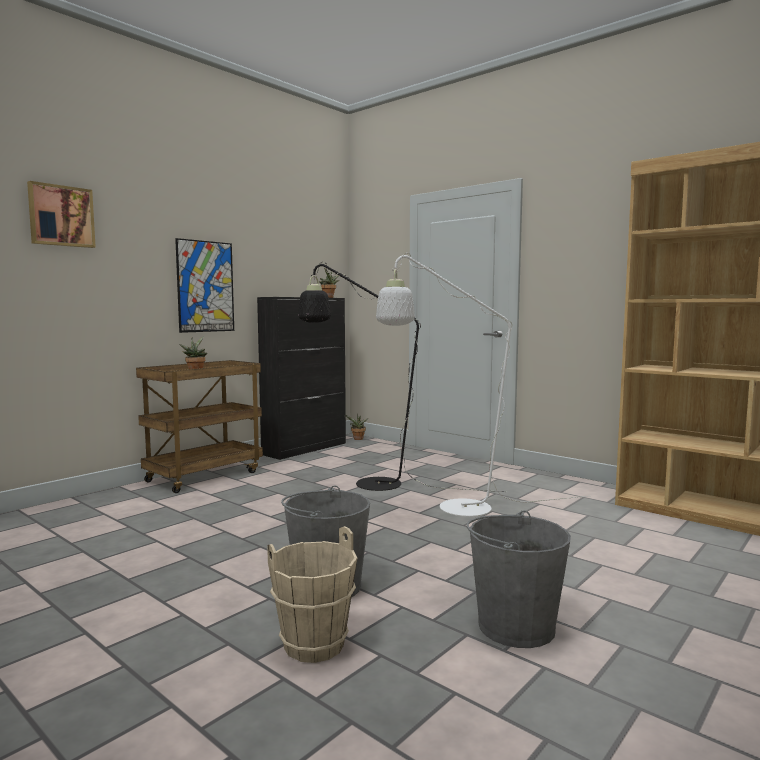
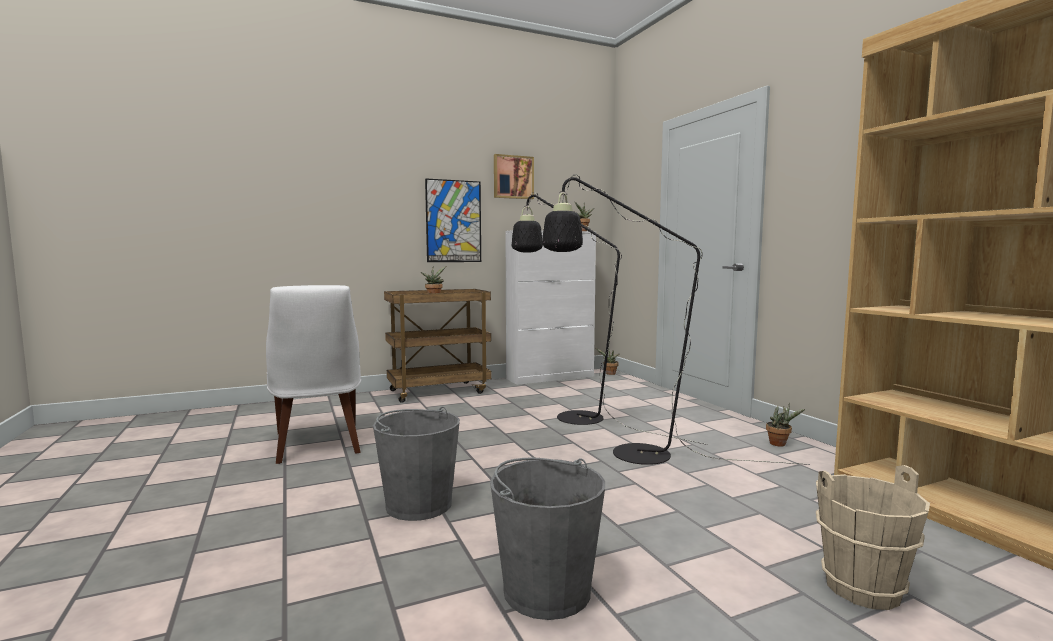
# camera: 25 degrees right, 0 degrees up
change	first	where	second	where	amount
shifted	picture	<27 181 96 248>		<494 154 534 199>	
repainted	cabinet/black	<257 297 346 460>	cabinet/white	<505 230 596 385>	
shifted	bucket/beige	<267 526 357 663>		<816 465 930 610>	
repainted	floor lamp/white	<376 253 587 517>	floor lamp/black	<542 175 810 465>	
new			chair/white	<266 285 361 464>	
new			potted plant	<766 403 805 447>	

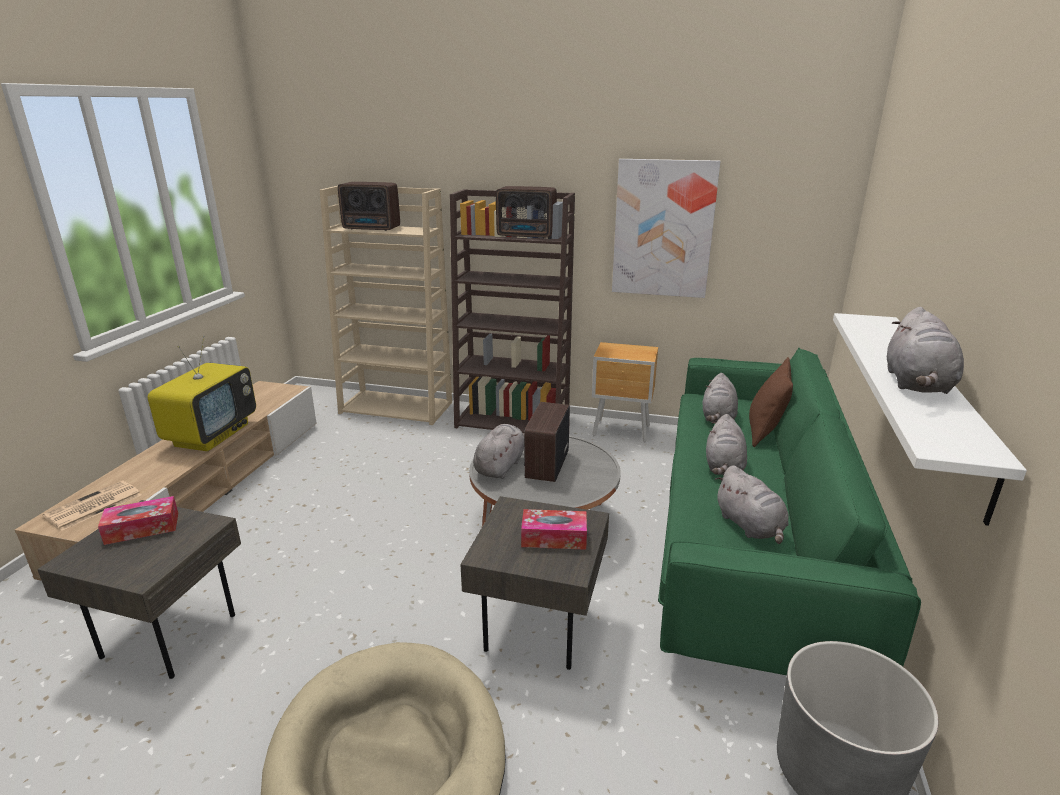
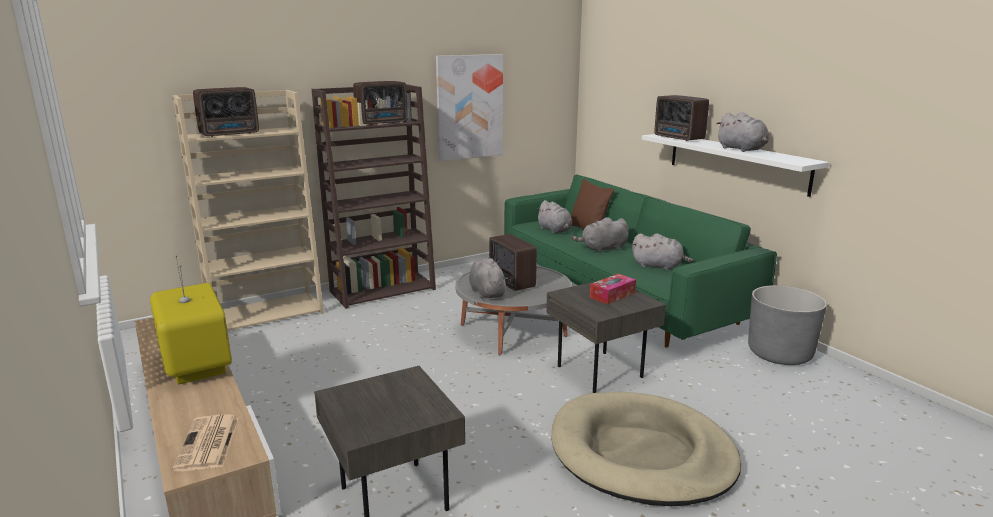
# camera: 45 degrees left, 5 degrees down
change	first	where	second	where	amount
gone	tissue box	<98 496 178 545>			
gone	nightstand/brown	<592 342 658 442>			
rotated	plush toy/grey	<706 414 747 475>		<571 217 629 253>	105 degrees clockwise
new			radio	<655 95 709 141>	

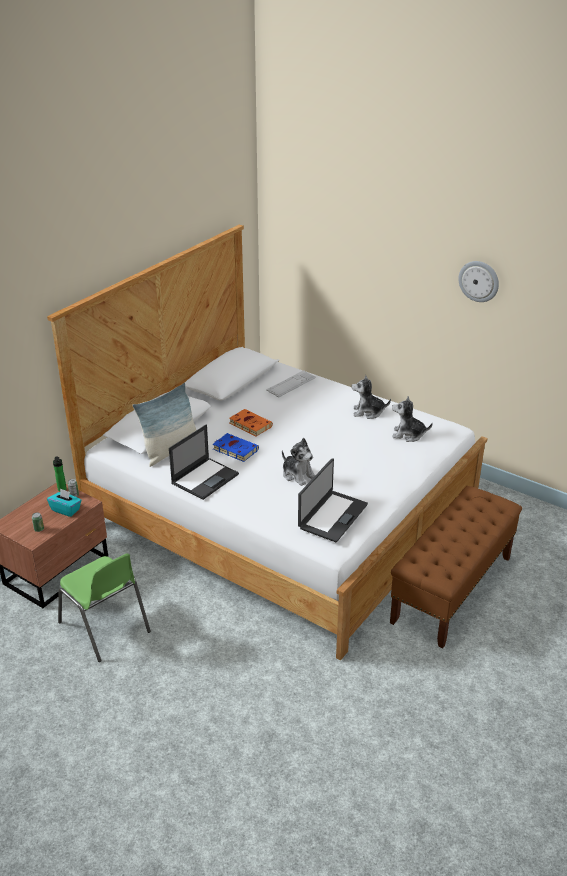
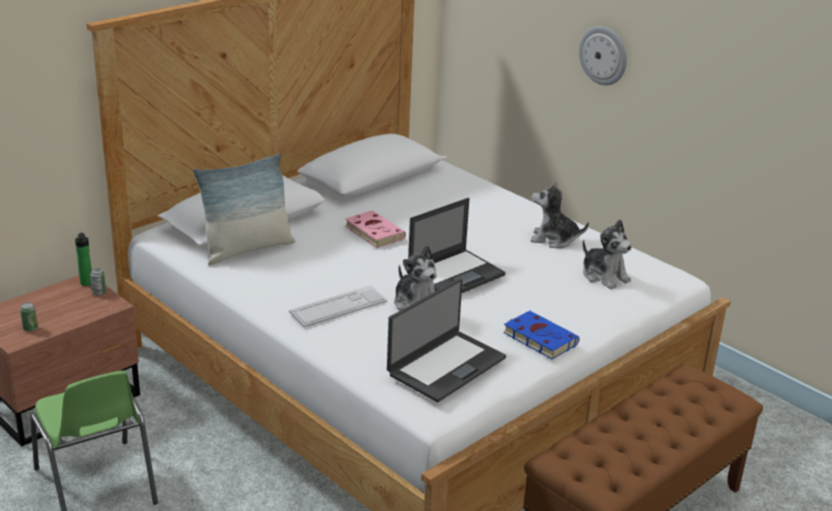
# camera: 10 degrees right, 5 degrees down
change	first	where	second	where	amount
gone	tissue box/turquoise	<47 488 82 517>			
shifted	laptop	<169 424 239 500>		<407 198 506 293>	
shifted	book/blue	<213 433 259 462>		<503 311 579 359>	
repainted	book/orange	<229 409 273 436>	book/pink	<345 210 406 248>	
shifted	keyboard	<266 370 316 397>		<289 285 387 327>	
rotated	plush toy	<392 396 433 442>		<582 220 632 289>	150 degrees counterclockwise
shifted	wall clock	<458 261 499 302>		<579 26 627 85>	

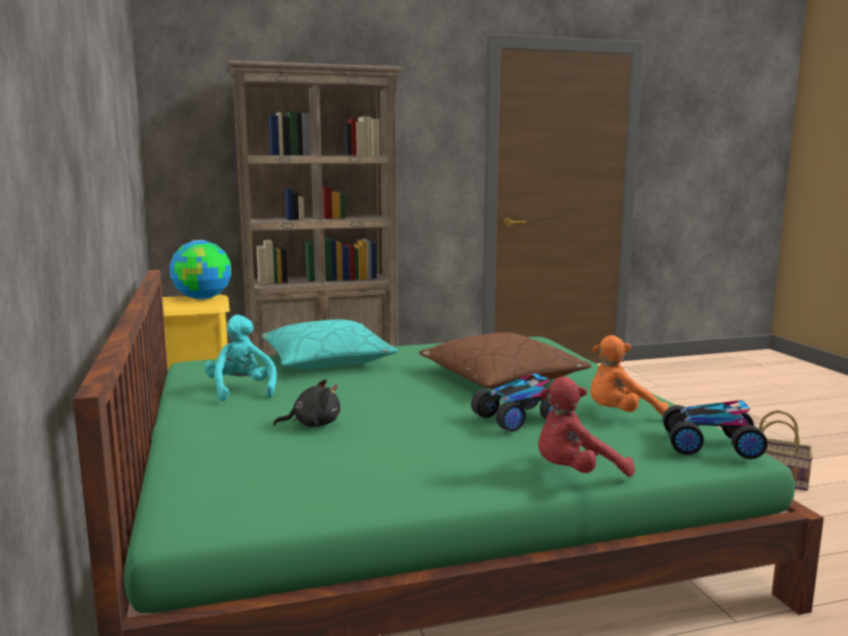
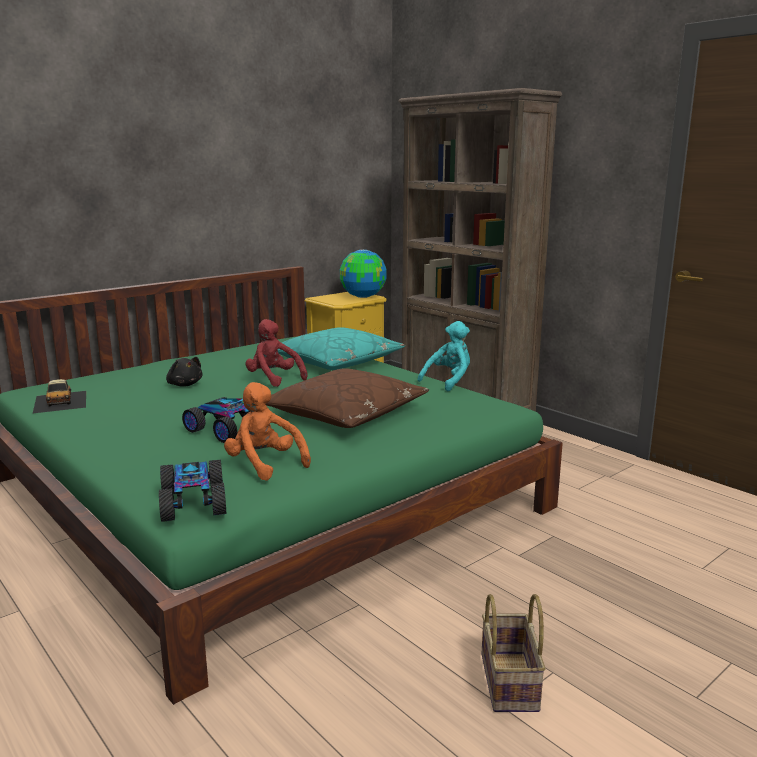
# camera: 65 degrees right, 5 degrees up
change	first	where	second	where	amount
shifted	plush toy/turquoise	<204 315 277 401>		<417 321 470 391>	
shifted	plush toy/red	<538 377 635 477>		<245 319 308 387>	
new			toy car	<33 379 86 413>	

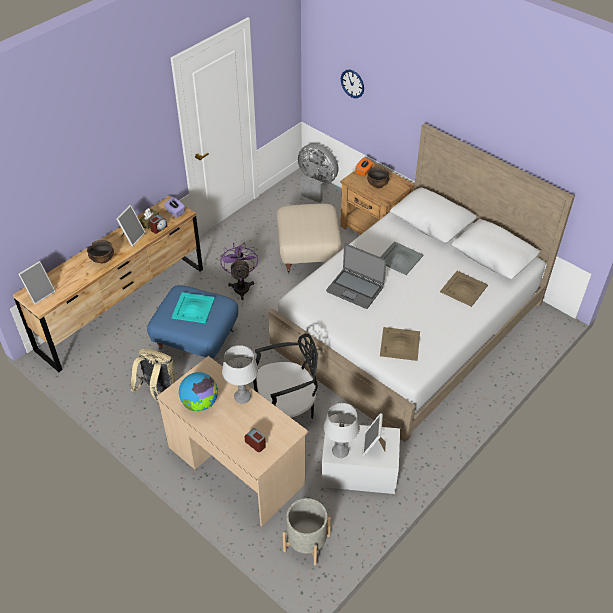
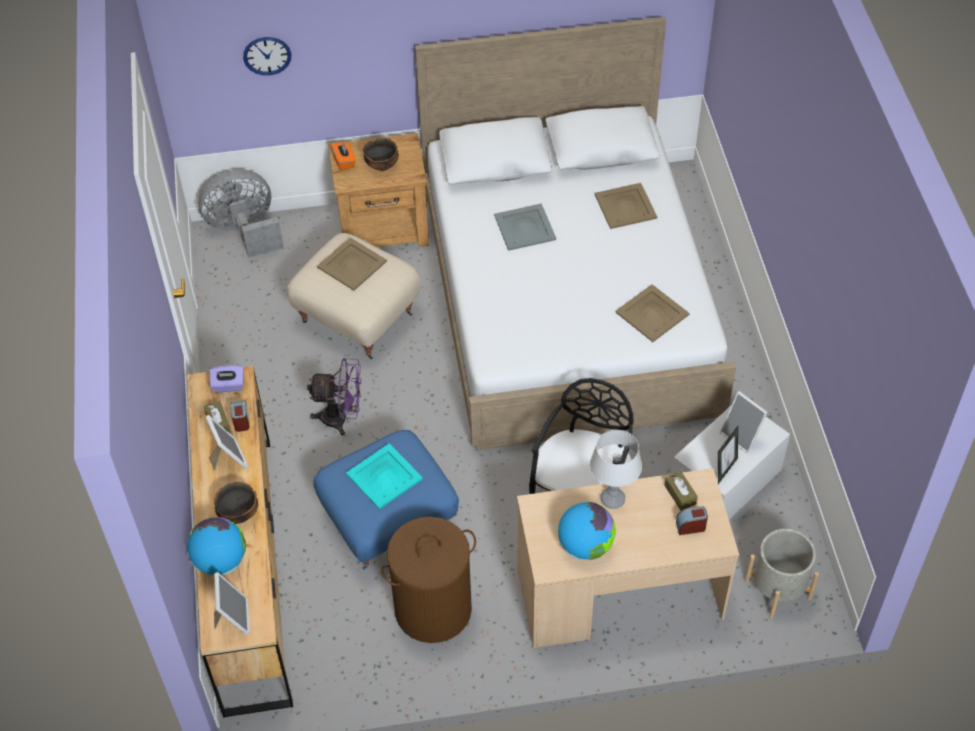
# camera: 50 degrees left, 5 degrees up
change	first	where	second	where	amount
swapped	backpack/beige	<131 349 176 403>	laundry basket/brown	<381 517 476 643>	
rotated	fan/purple	<220 242 258 300>		<307 358 362 436>	150 degrees clockwise
swapped	table lamp/grey	<324 403 360 458>	picture frame	<718 426 738 484>	
gone	laptop	<326 243 387 309>			
new			globe	<187 517 246 576>	
new			tray/beige	<317 237 387 291>	
new			tissue box/brown	<664 471 698 511>	

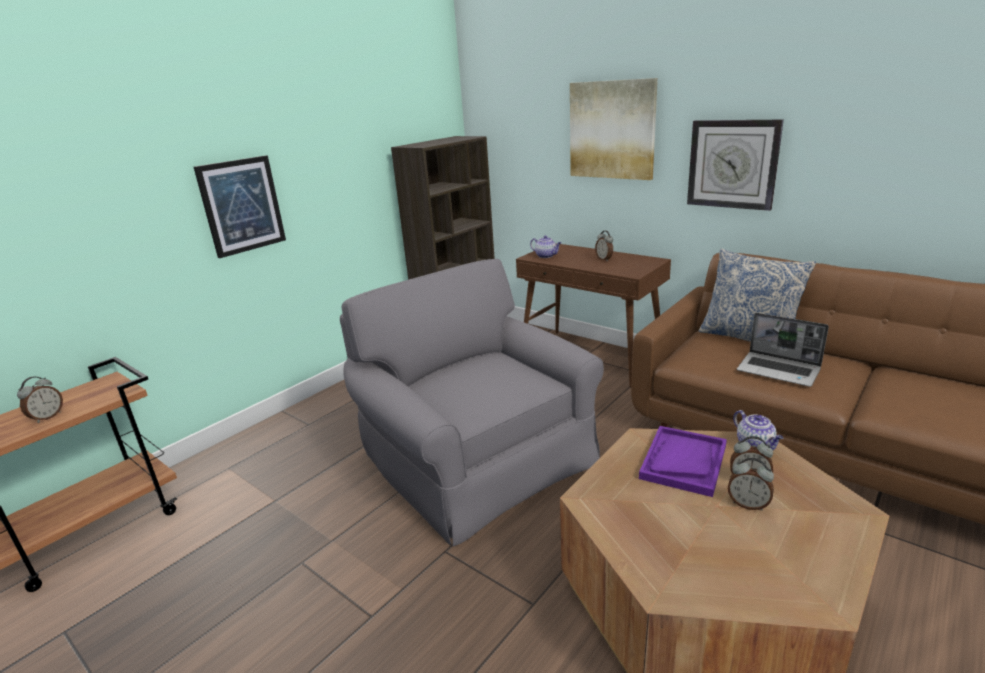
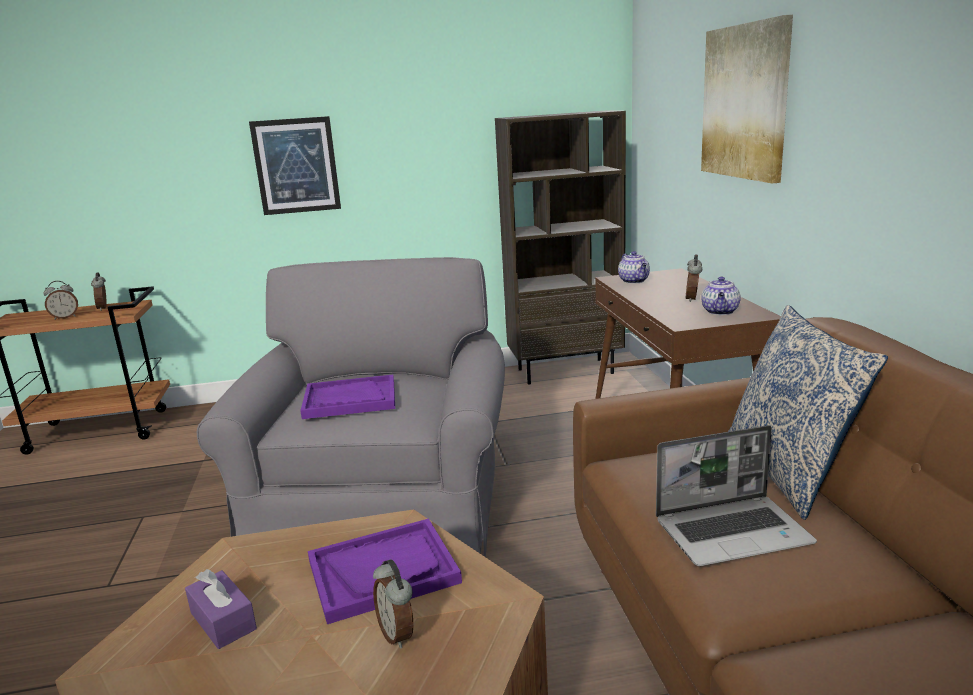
# camera: 40 degrees right, 5 degrees down
change	first	where	second	where	amount
gone	wall clock	<687 120 784 211>			
shifted	alarm clock	<728 458 774 510>		<91 273 107 311>	
shifted	teapot	<733 410 784 450>		<701 277 741 315>	
rotated	laptop	<737 313 829 387>		<656 425 817 566>	90 degrees counterclockwise
new			tissue box/purple	<185 569 257 649>	
new			tray/purple	<300 375 395 419>	

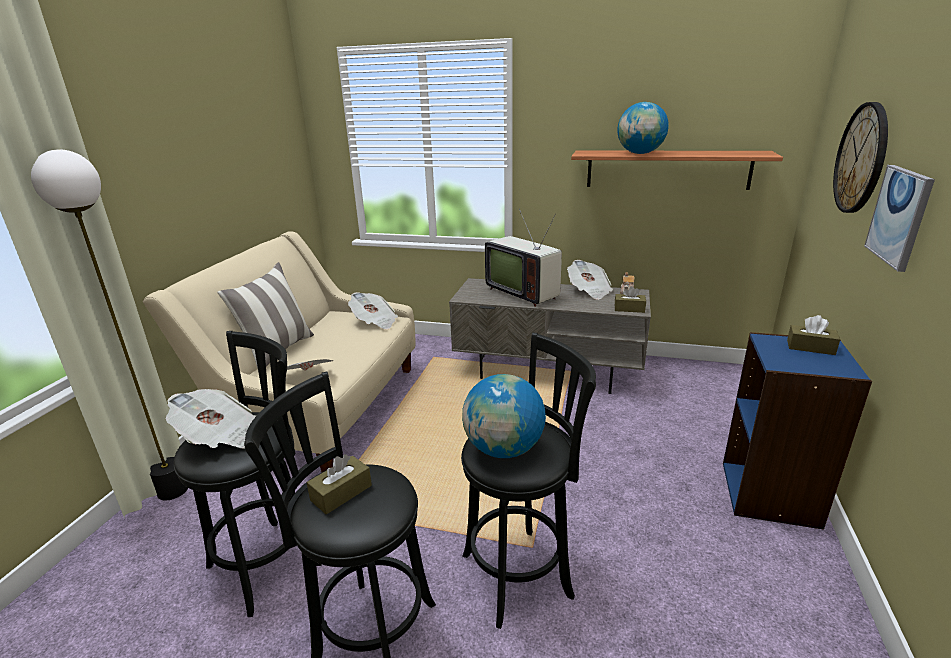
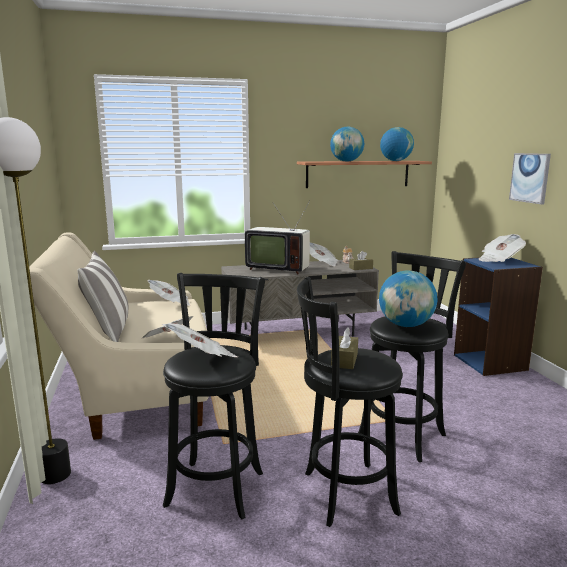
# camera: 30 degrees left, 10 degrees down
change	first	where	second	where	amount
swapped	tissue box/brown	<787 315 840 355>	newspaper	<479 234 526 262>	
gone	wall clock	<833 102 888 213>			
new			globe	<380 127 414 161>	

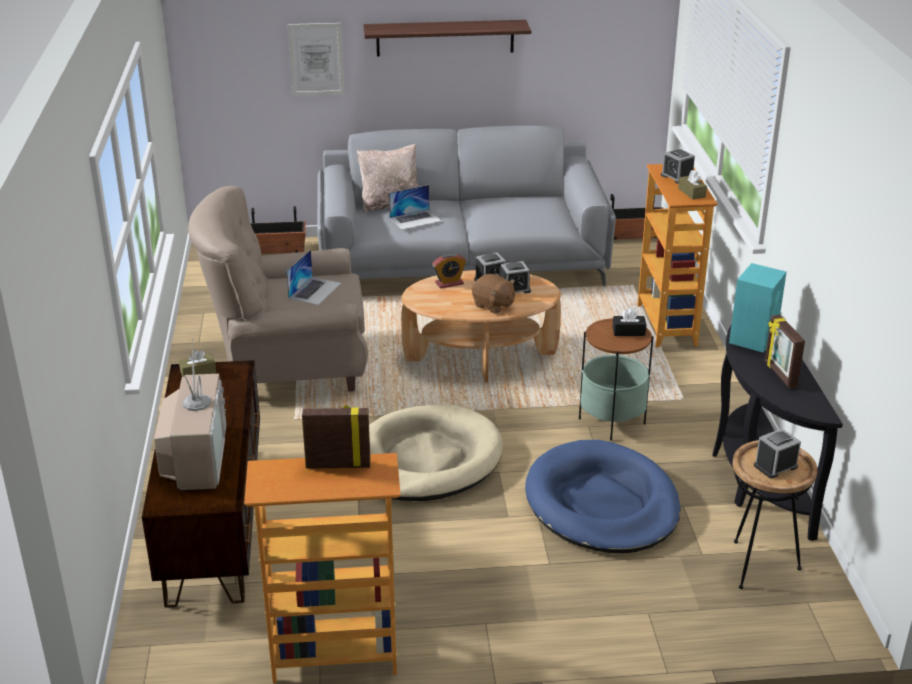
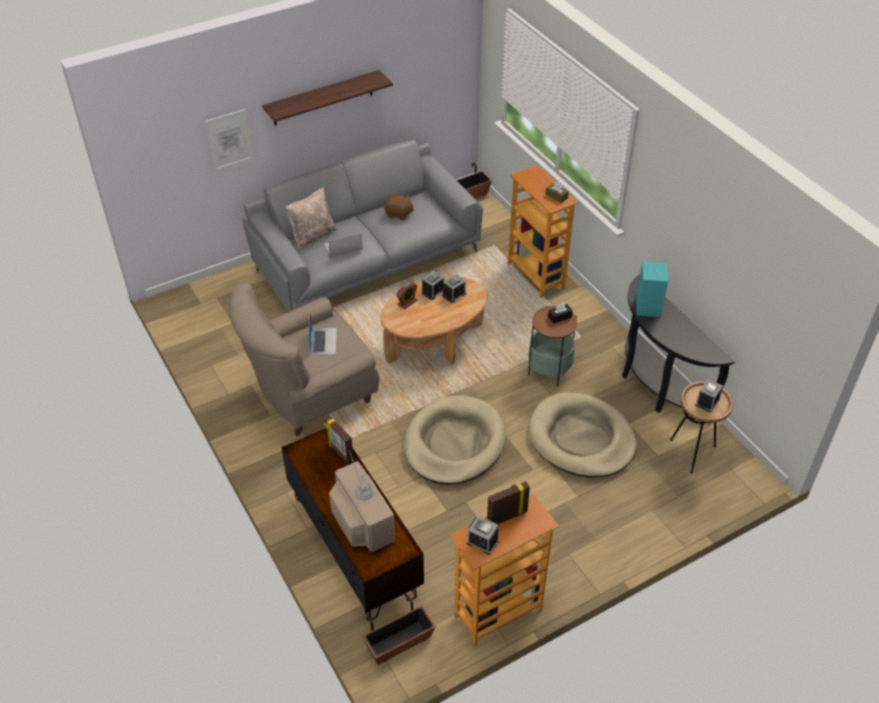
# camera: 25 degrees left, 15 degrees up
change	first	where	second	where	amount
gone	tissue box/brown	<179 350 216 377>			
shifted	planter	<250 206 306 254>		<363 596 435 665>	
rotated	laptop	<389 185 442 230>		<324 233 363 258>	150 degrees counterclockwise
shifted	plush toy/brown	<472 274 515 314>		<384 194 414 220>	
repainted	dog bed/blue	<525 440 681 553>	dog bed/beige	<529 392 637 477>	
shifted	alarm clock	<661 148 695 184>		<466 516 499 555>	
shifted	picture frame	<765 315 805 388>		<323 415 354 465>	

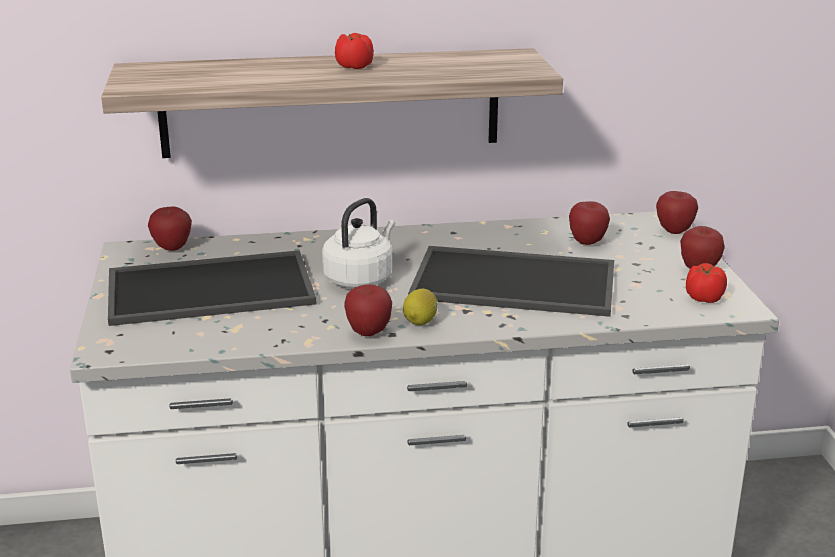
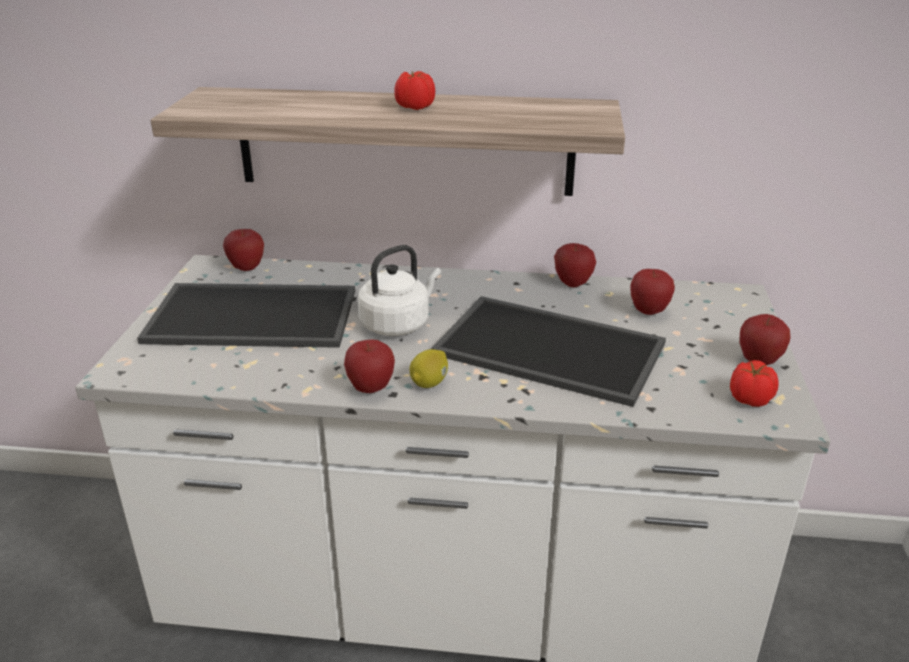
# camera: 15 degrees right, 5 degrees up
change	first	where	second	where	amount
shifted	apple	<656 191 698 234>		<554 243 596 287>	

